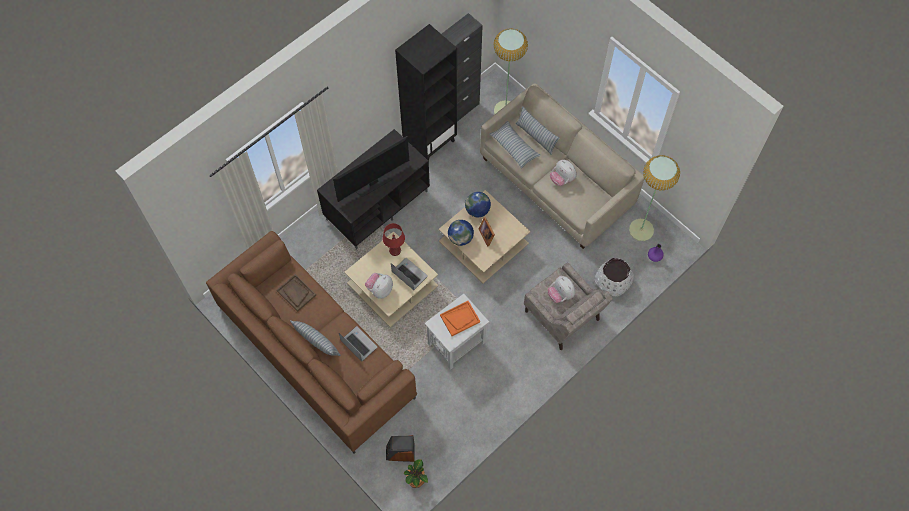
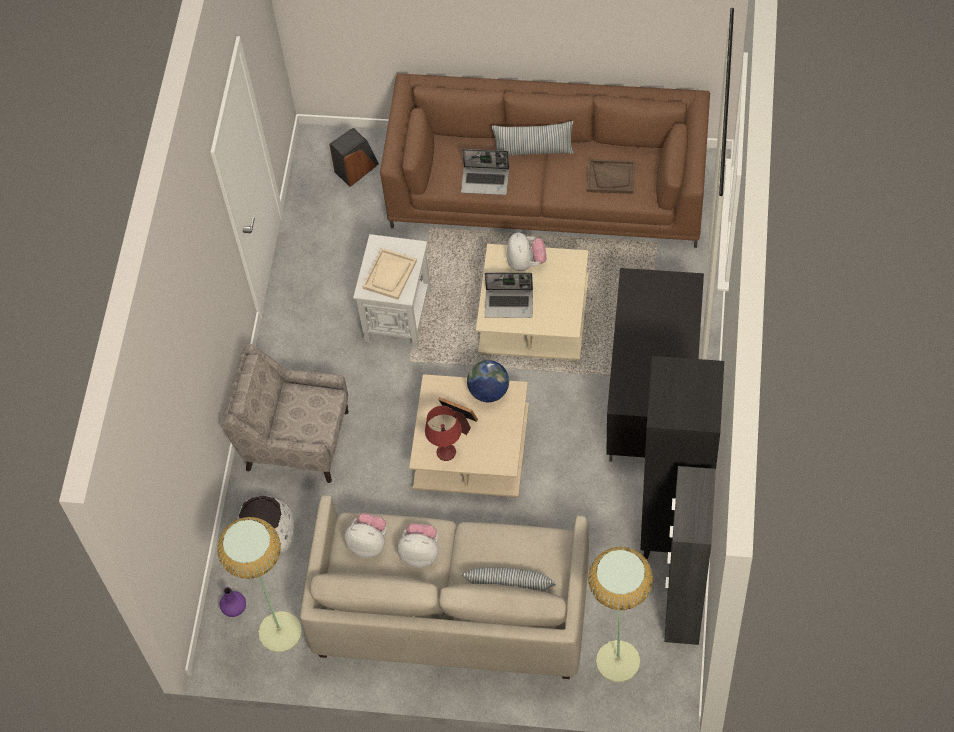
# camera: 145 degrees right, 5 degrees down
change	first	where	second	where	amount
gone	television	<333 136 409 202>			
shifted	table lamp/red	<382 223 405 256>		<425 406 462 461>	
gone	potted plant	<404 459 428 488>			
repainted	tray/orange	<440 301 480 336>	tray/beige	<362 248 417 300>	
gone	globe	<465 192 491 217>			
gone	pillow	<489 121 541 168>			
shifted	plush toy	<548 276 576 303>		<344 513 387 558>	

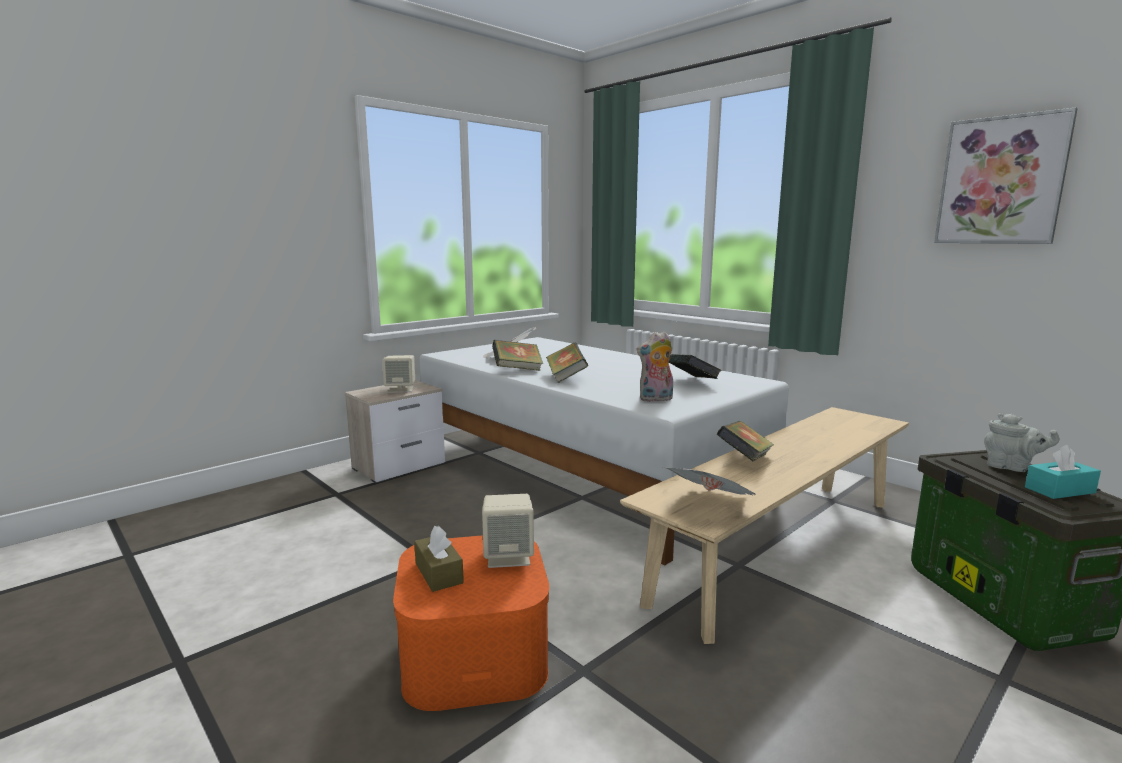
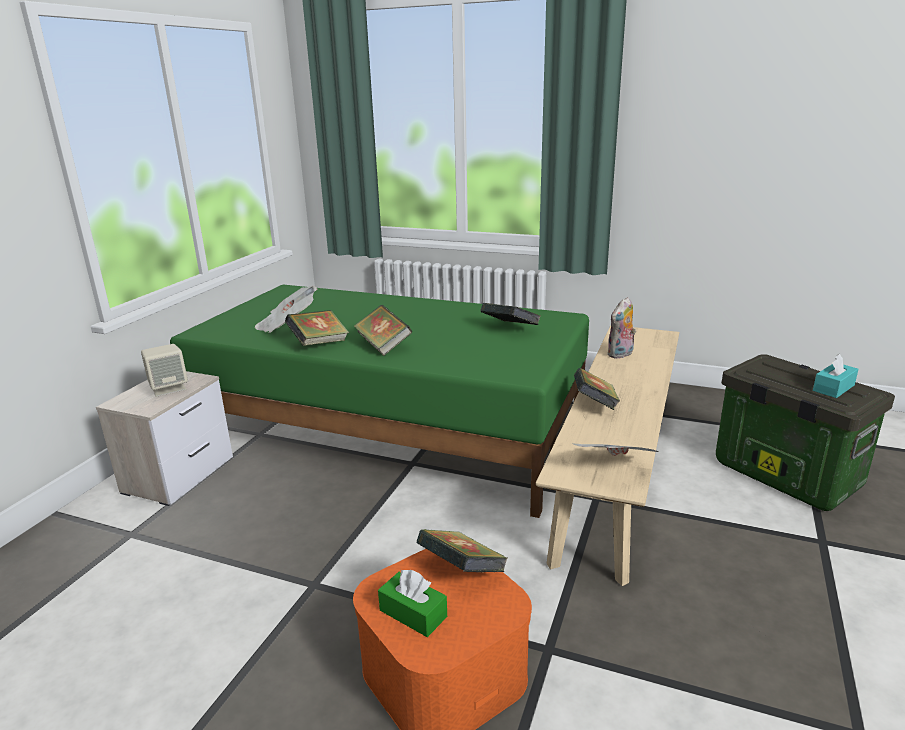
# camera: 25 degrees left, 10 degrees up
change	first	where	second	where	amount
repainted	tissue box/brown	<414 526 464 592>	tissue box/green	<378 570 447 637>	
repainted	bed/white	<419 337 789 565>	bed/green	<170 285 589 518>	
swapped	speaker/beige	<482 494 534 568>	book	<417 529 508 572>	
shifted	plush toy	<636 331 673 402>		<607 297 636 359>	
gone	picture	<934 107 1078 244>			
gone	teapot/grey	<984 413 1060 472>			

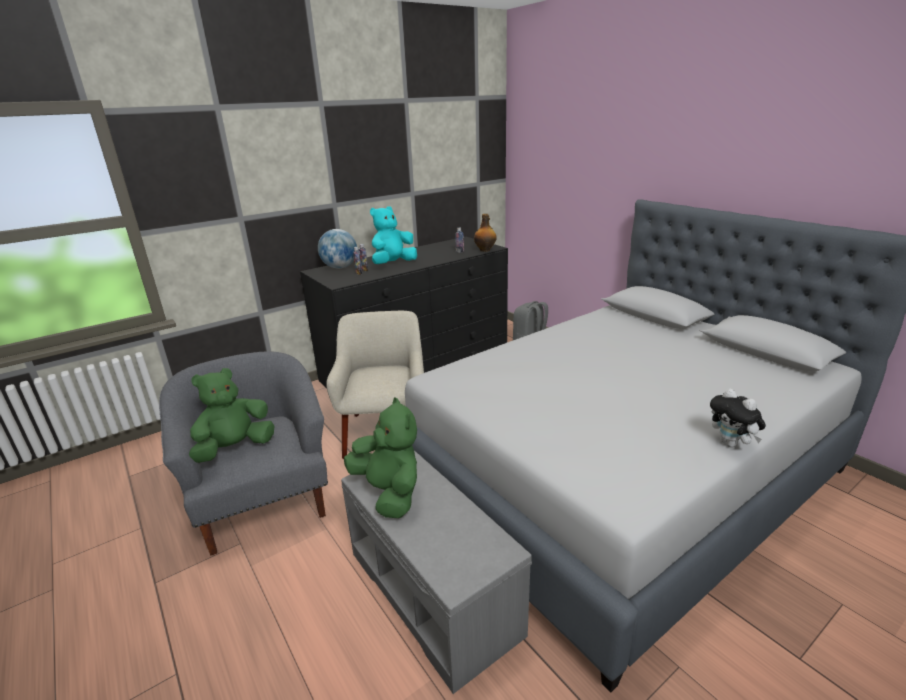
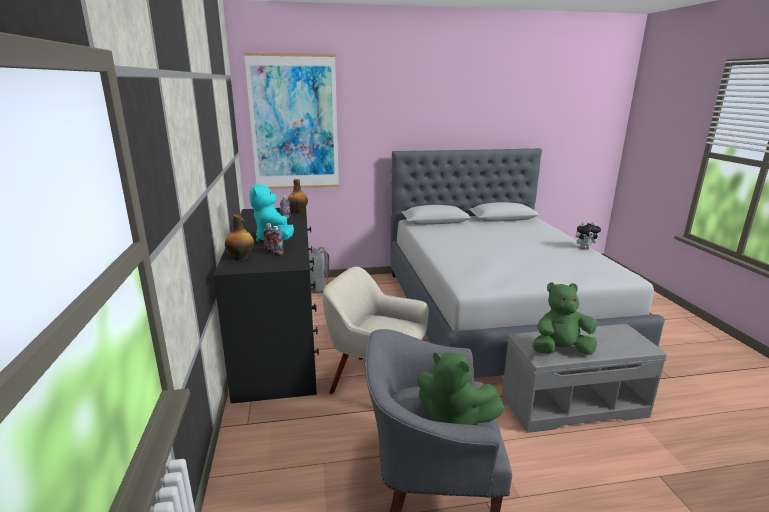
# camera: 65 degrees left, 5 degrees down
change	first	where	second	where	amount
rotated	plush toy/green	<189 368 275 463>		<416 353 505 425>	45 degrees counterclockwise
swapped	globe	<318 229 357 269>	bottle	<225 214 254 260>	
new			picture	<244 53 339 189>	

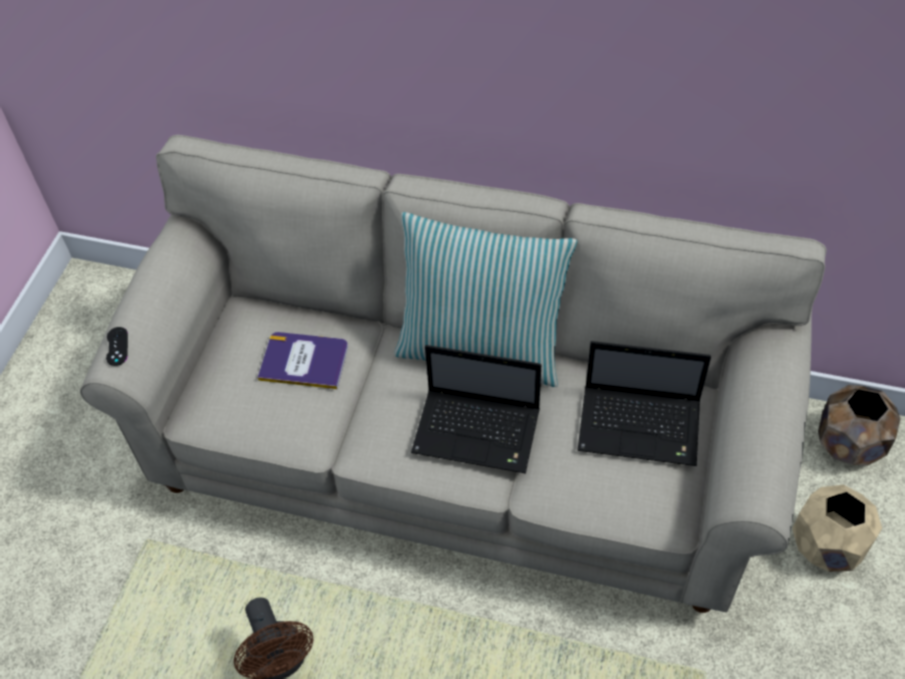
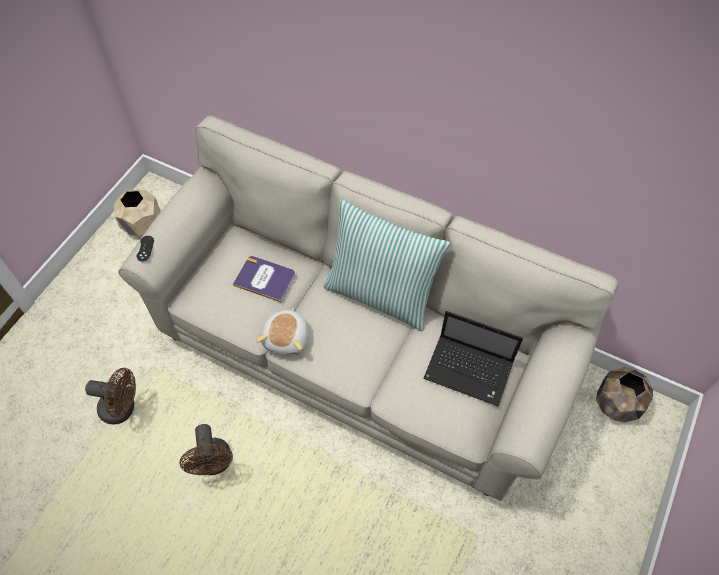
# camera: 10 degrees right, 5 degrees up
change	first	where	second	where	amount
gone	laptop	<411 345 541 474>			
shifted	planter/beige	<792 485 882 572>		<114 190 160 236>	
new			fan/brown	<85 368 136 424>	
new			plush toy	<256 308 309 356>	

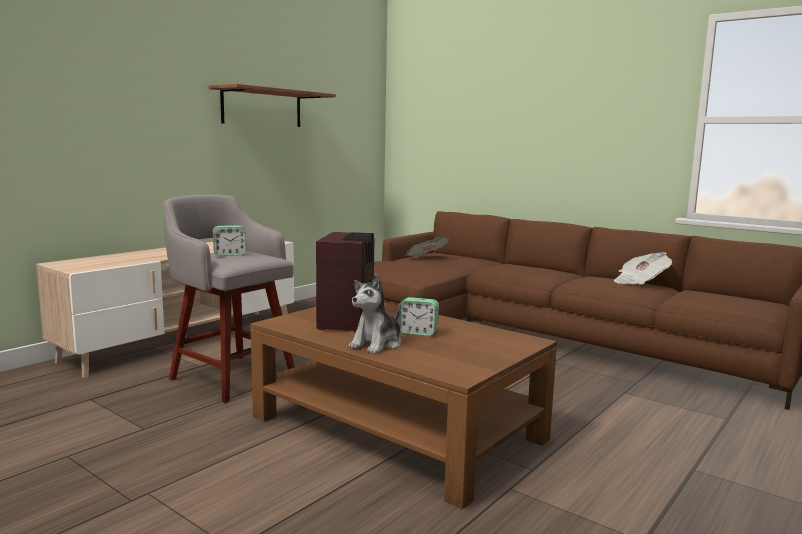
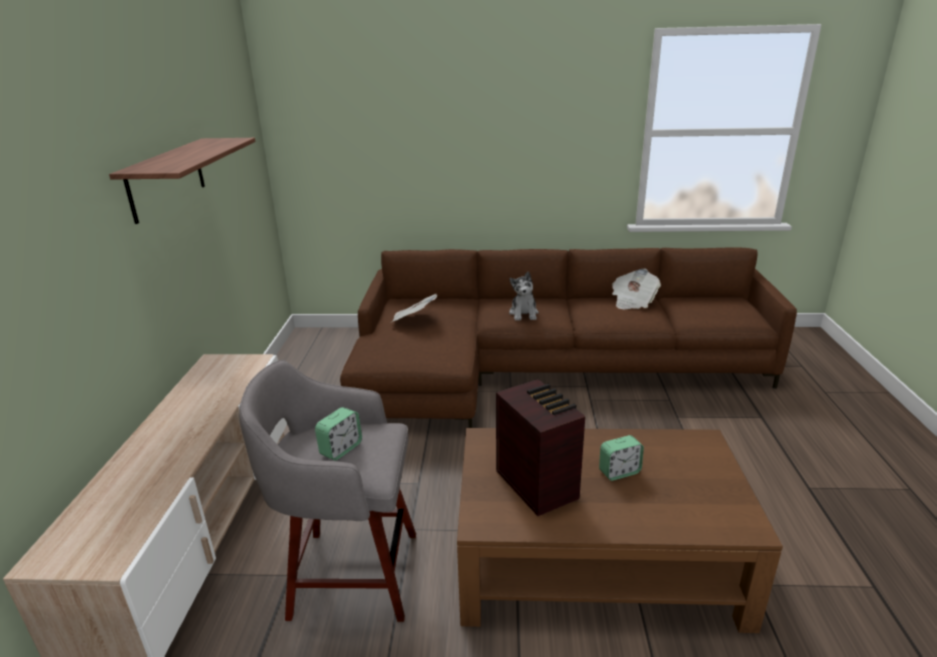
# camera: 35 degrees left, 15 degrees up
change	first	where	second	where	amount
shifted	plush toy	<348 274 401 354>		<509 272 539 321>	

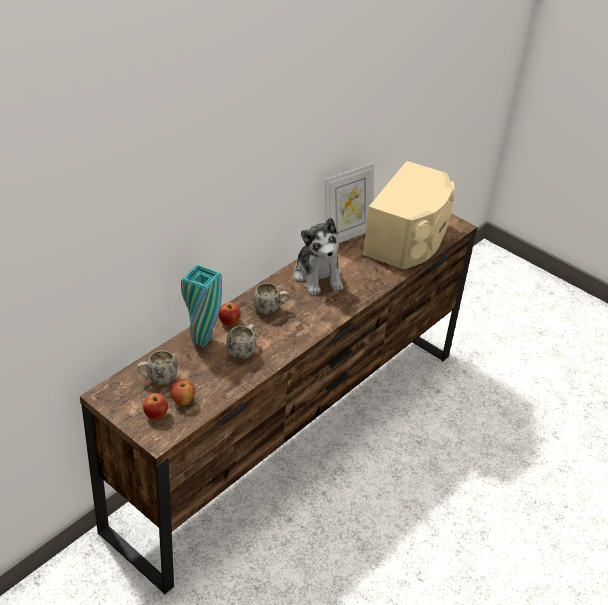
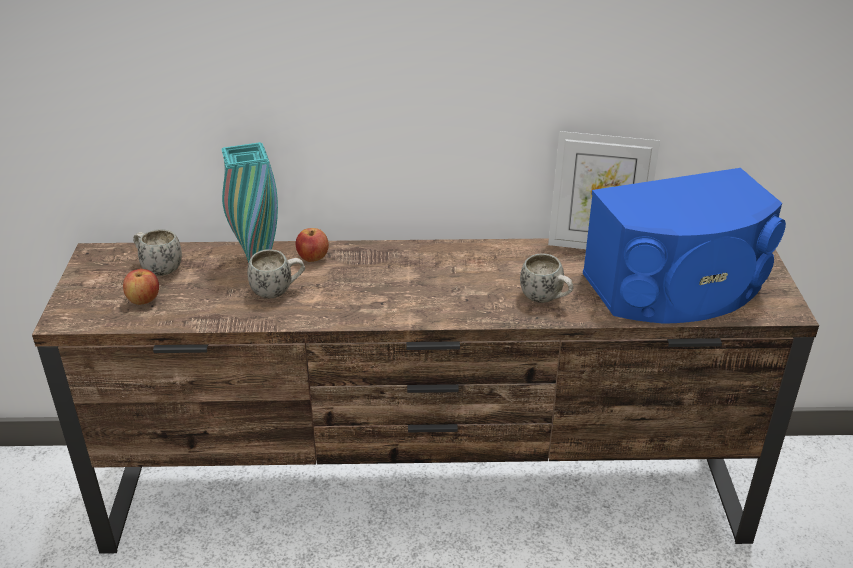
# camera: 50 degrees right, 5 degrees down
change	first	where	second	where	amount
gone	apple	<143 393 168 420>			
shifted	mug/white	<253 283 290 314>		<520 253 574 303>	
gone	plush toy	<294 218 343 295>			
repainted	speaker/beige	<363 161 455 269>	speaker/blue	<583 168 786 324>	

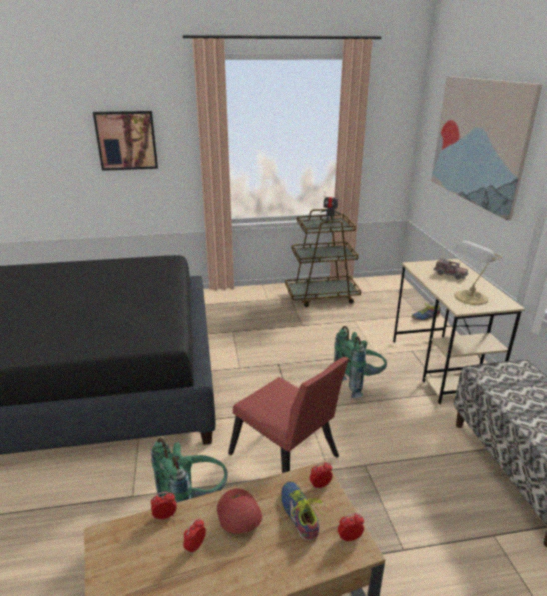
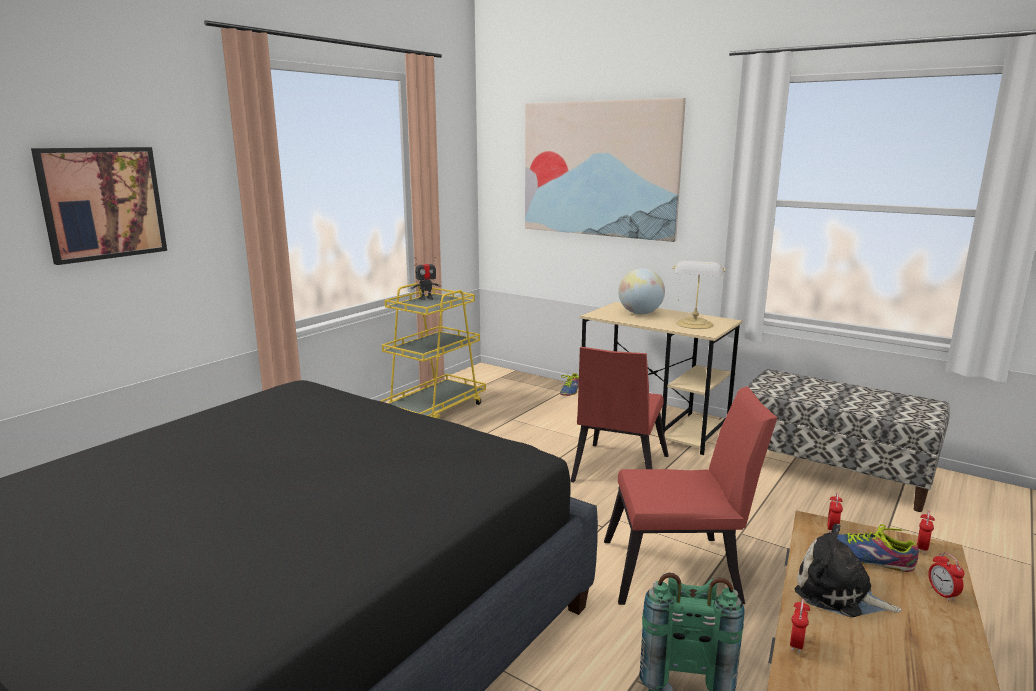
# camera: 45 degrees left, 10 degrees down
change	first	where	second	where	amount
shifted	alarm clock	<183 518 206 554>		<928 552 965 601>	
swapped	cap/red	<217 488 262 533>	plush toy	<795 524 902 617>	
repainted	cart/brown	<285 209 361 307>	cart/yellow	<381 283 486 419>	
swapped	backpack/green	<334 326 387 398>	chair/red	<570 347 669 482>	
swapped	toy truck	<433 258 468 280>	globe	<618 268 665 314>	

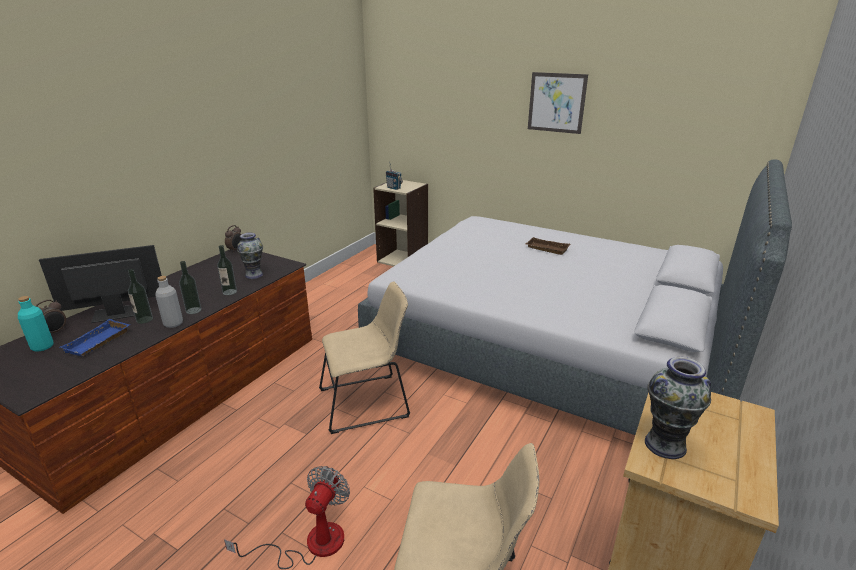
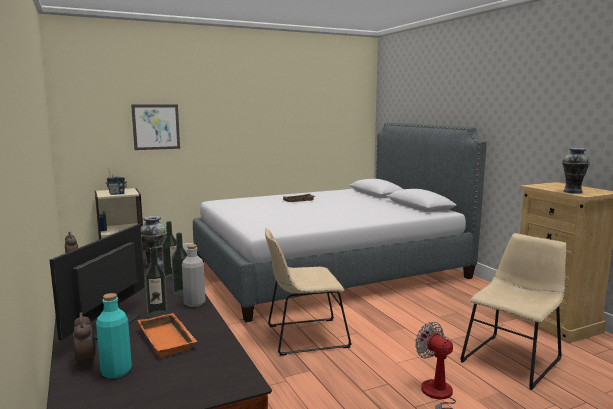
# camera: 55 degrees left, 15 degrees down
change	first	where	second	where	amount
repainted	tray/blue	<60 319 129 356>	tray/orange	<138 313 198 358>	
rotated	chair/beige	<319 281 410 434>		<265 228 352 356>	120 degrees counterclockwise
shifted	picture	<528 72 588 134>		<131 104 180 150>	

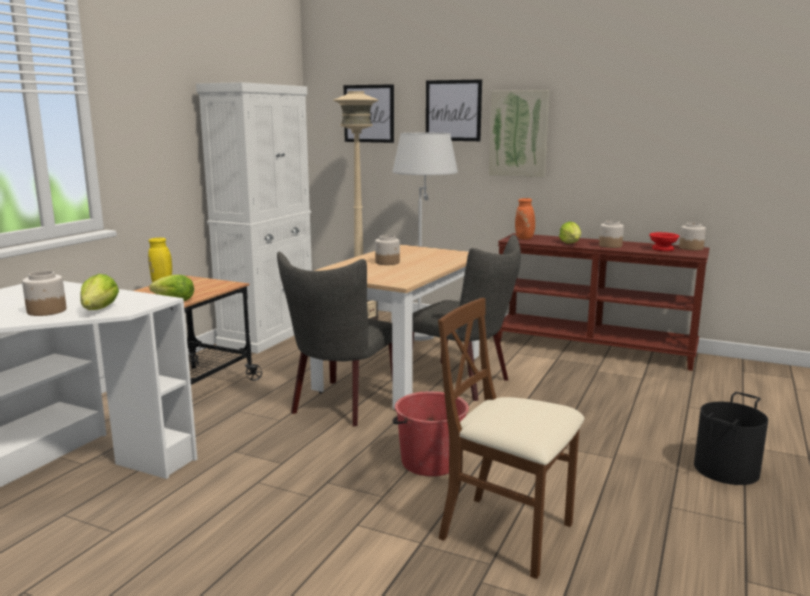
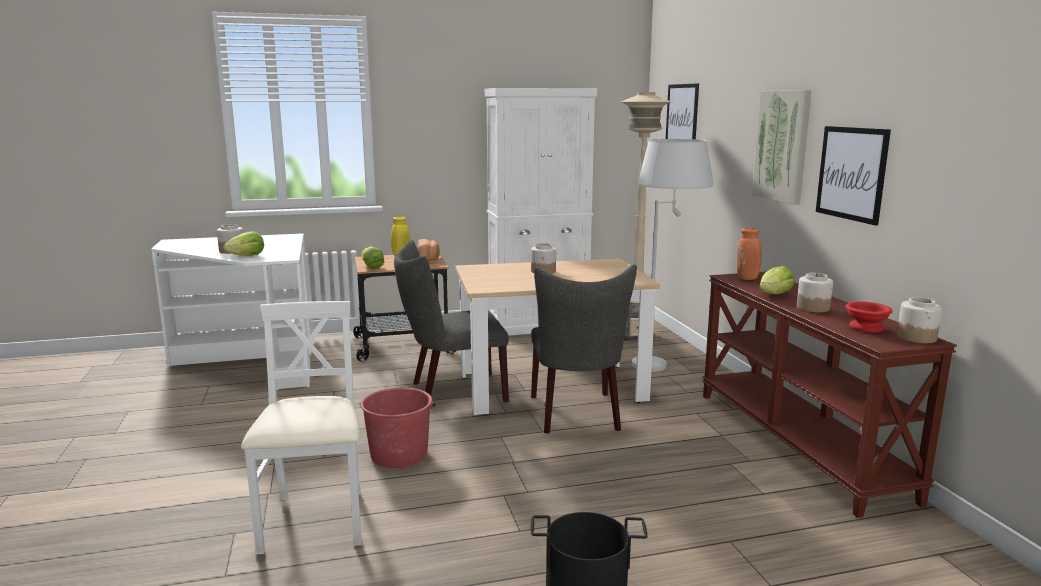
# camera: 50 degrees right, 0 degrees up
change	first	where	second	where	amount
shifted	picture	<426 79 482 141>		<816 126 891 226>	
repainted	chair/brown	<438 298 584 579>	chair/white	<241 301 362 555>	
new			bread	<418 239 440 261>	

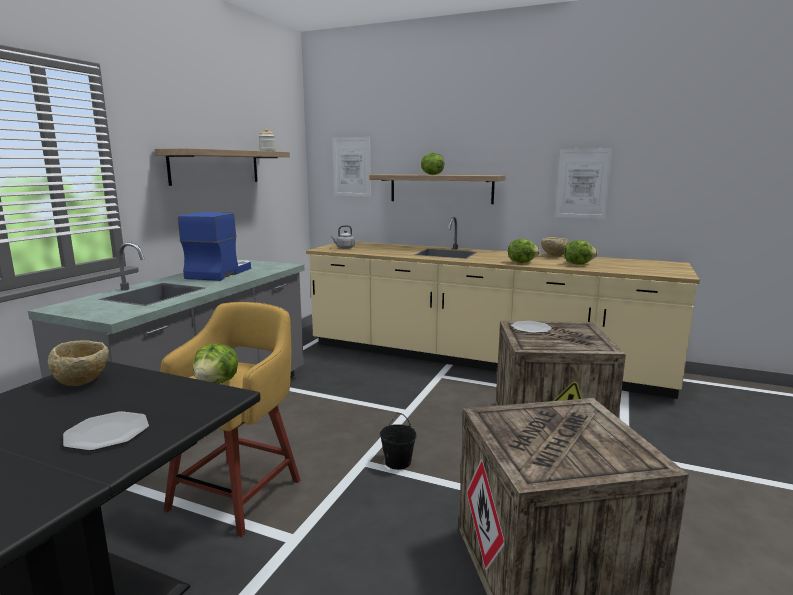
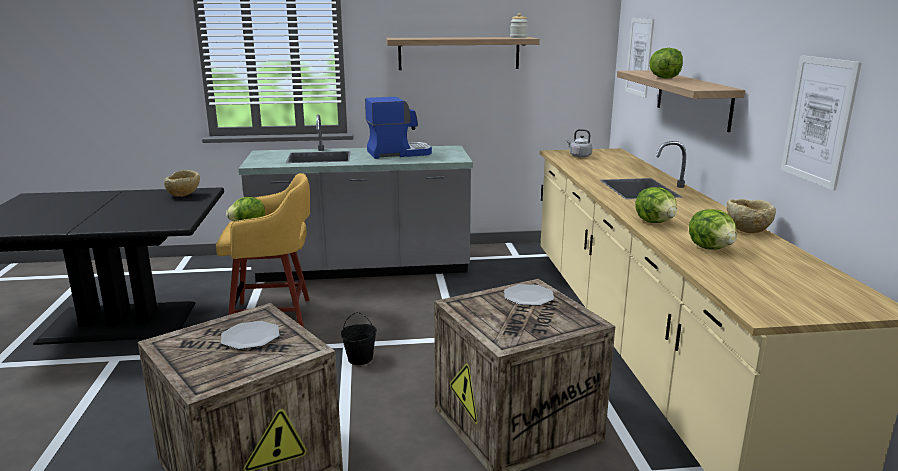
# camera: 60 degrees right, 5 degrees up
change	first	where	second	where	amount
shifted	plate	<63 411 149 451>		<221 321 280 349>	

